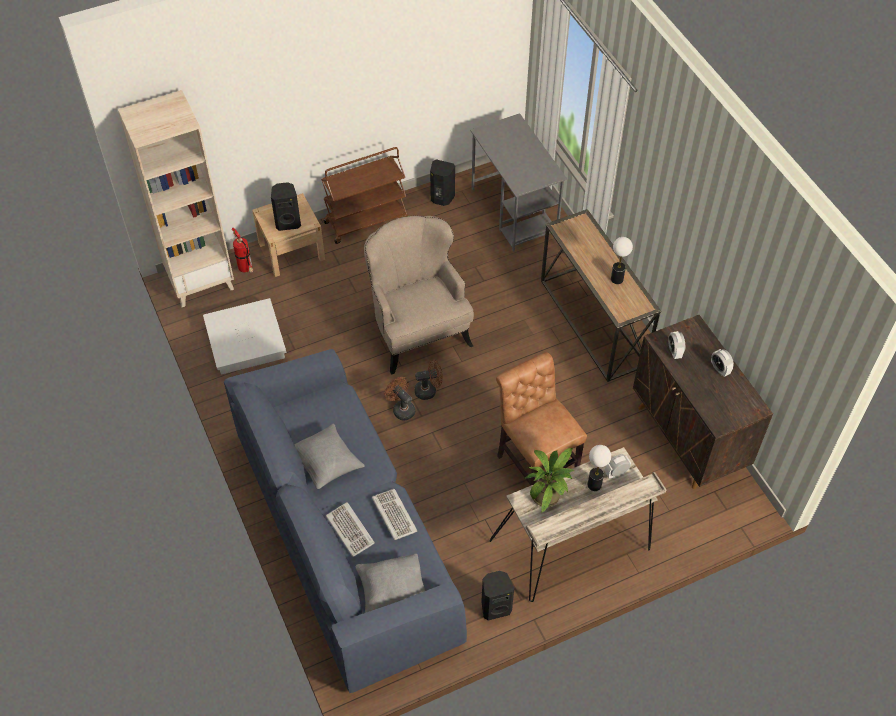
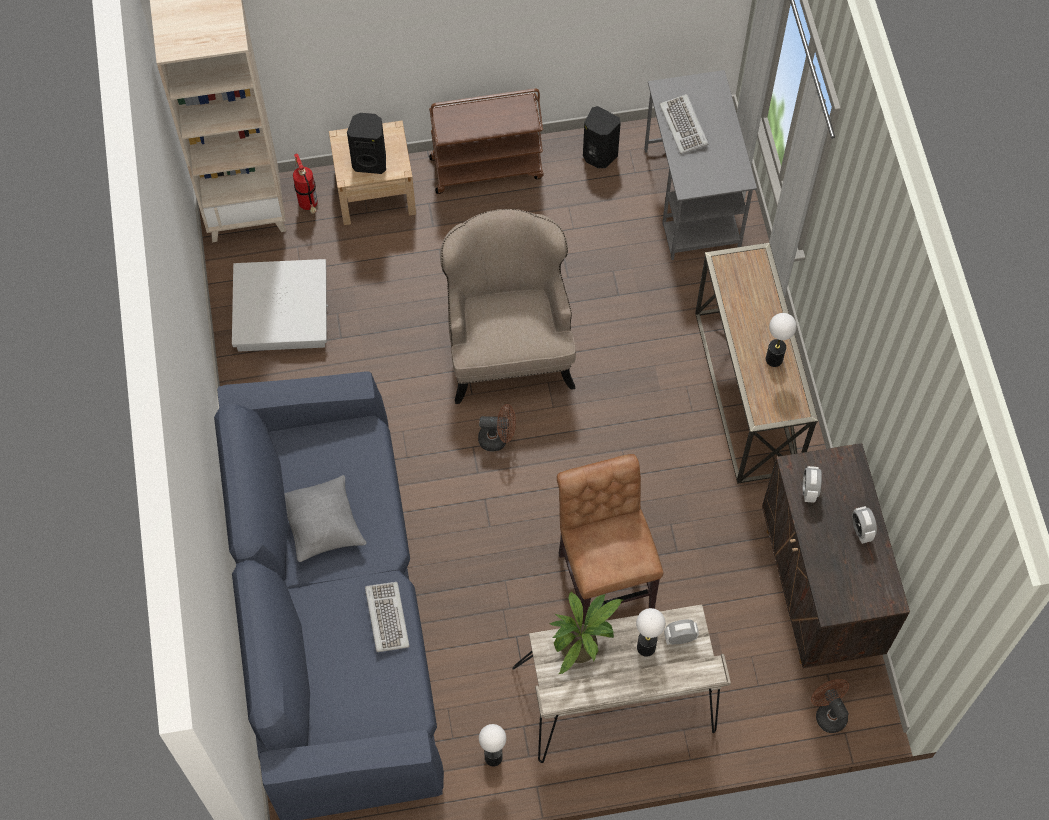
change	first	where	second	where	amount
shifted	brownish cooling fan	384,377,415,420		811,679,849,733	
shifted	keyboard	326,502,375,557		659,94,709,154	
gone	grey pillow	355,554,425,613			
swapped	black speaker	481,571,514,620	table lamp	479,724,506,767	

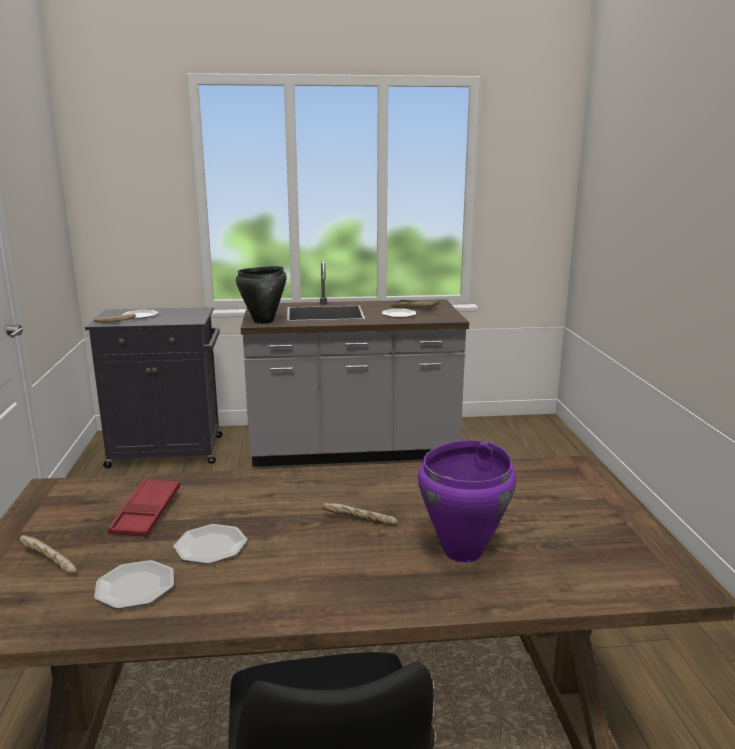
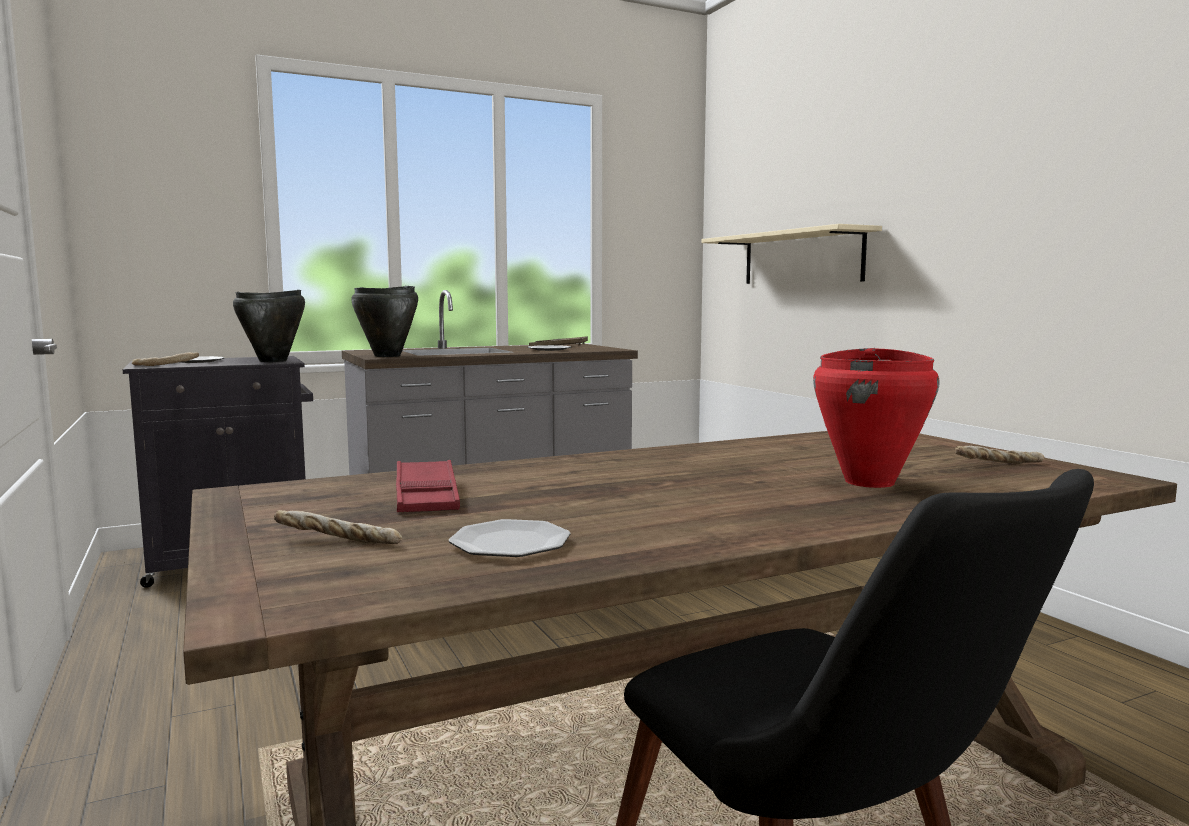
change	first	where	second	where	amount
repainted	purple-coloured stockpot	418,440,516,562	red stockpot	813,348,940,488	
shifted	bread	322,503,398,525		955,446,1045,464	
gone	plate	173,524,247,564			
new			beige-coloured shelf	701,224,882,284	
new			black stockpot	233,290,305,362	

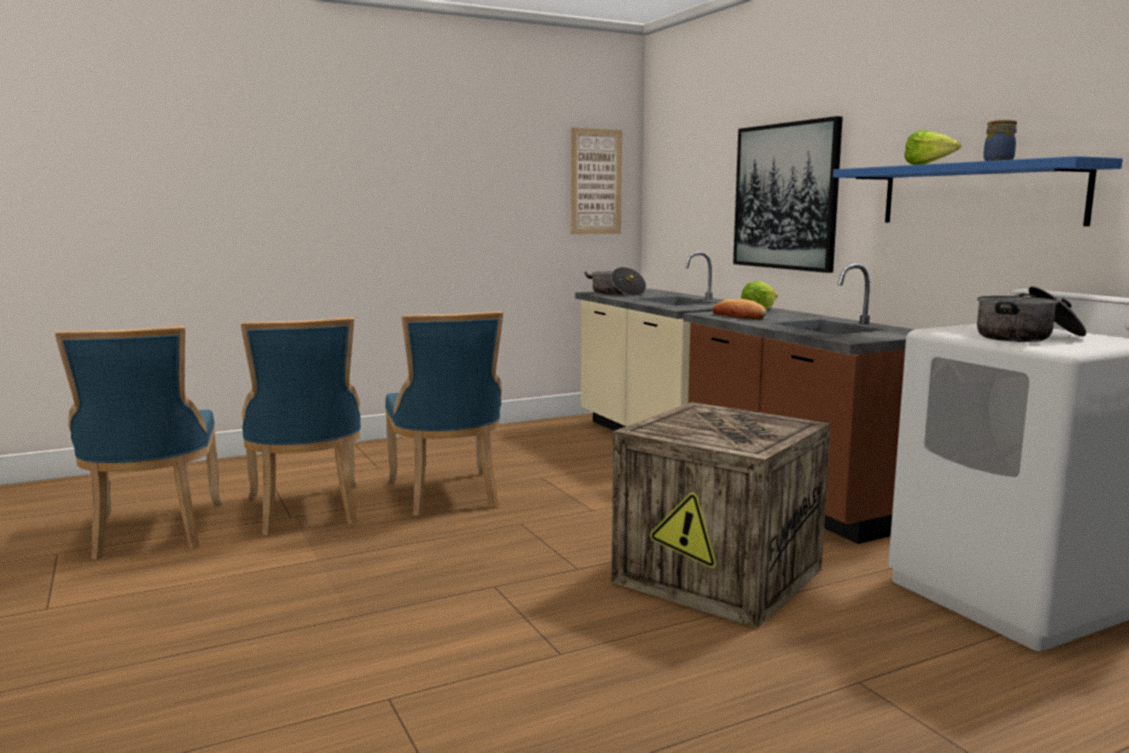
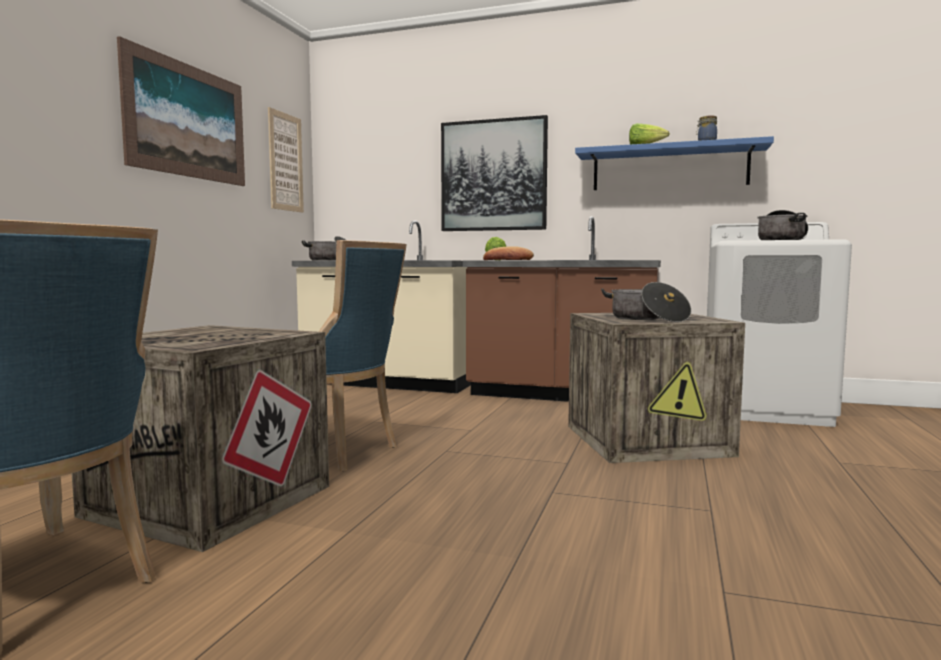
change	first	where	second	where	amount
swapped	blue-coloured plain chair	241,317,361,535	crate	71,325,329,552	
new			picture	117,36,245,186	
new			stockpot	601,282,691,322	

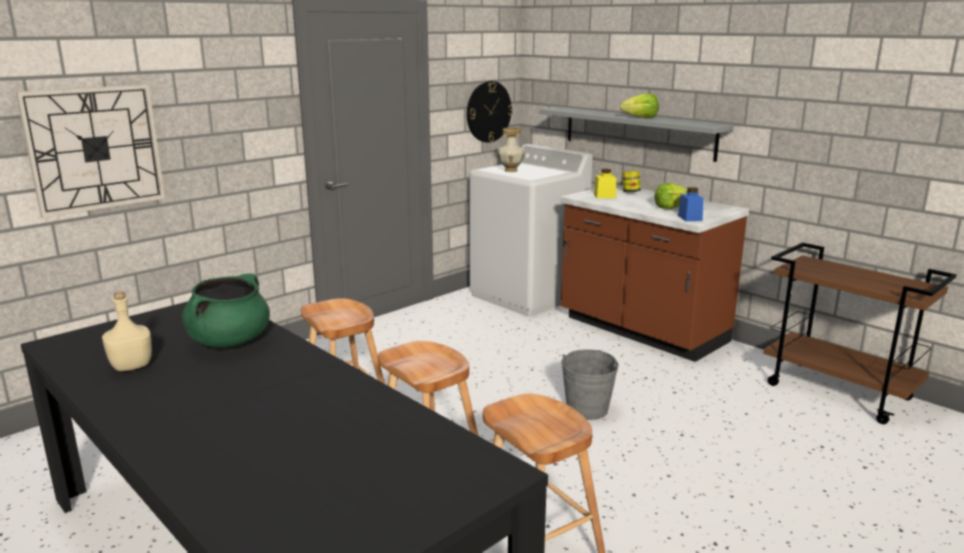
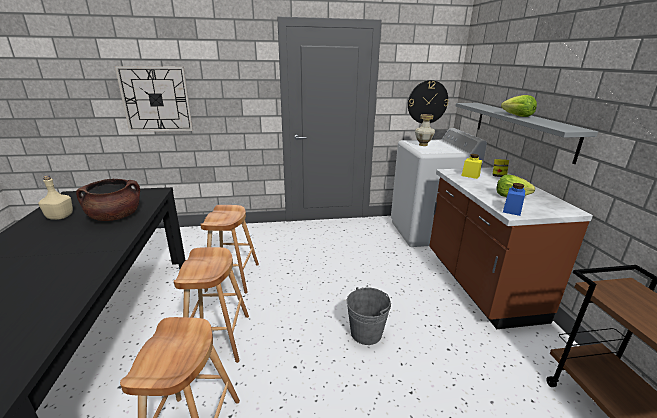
change	first	where	second	where	amount
repainted	green stockpot	182,273,270,348	brownish stockpot	76,179,140,221	

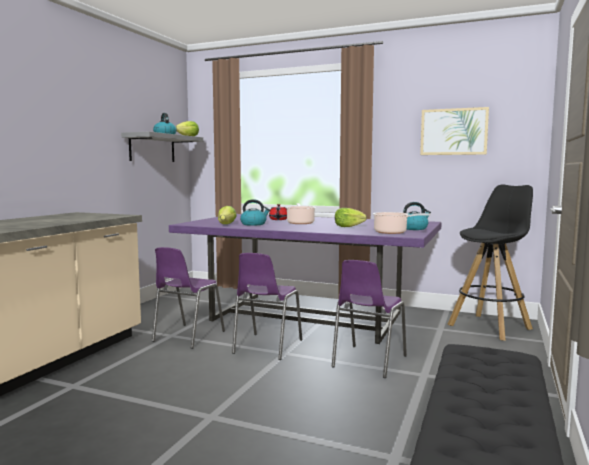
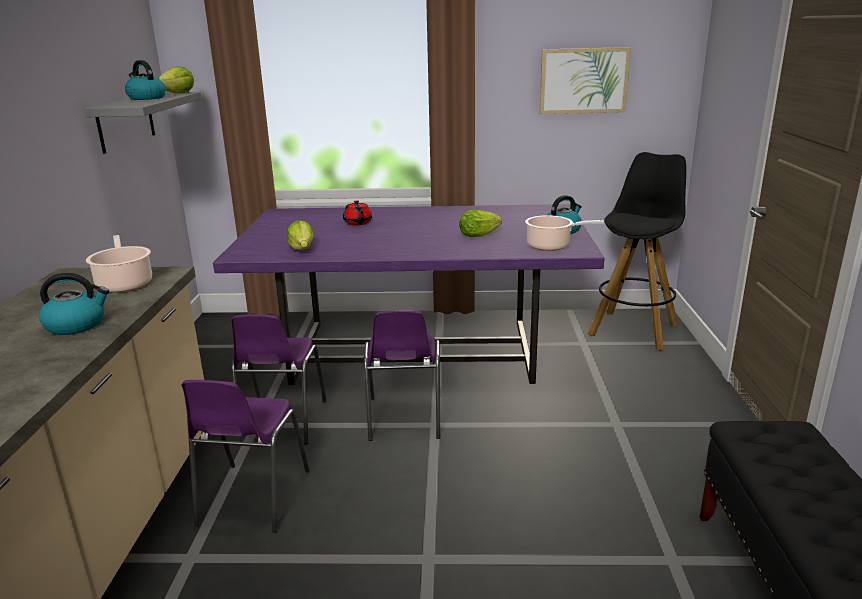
change	first	where	second	where	amount
shifted	tea kettle	240,199,270,226		39,273,109,335	
shifted	stockpot	286,203,316,224		86,235,152,293	
shifted	purple-coloured plain chair	332,260,407,378		181,380,310,533	

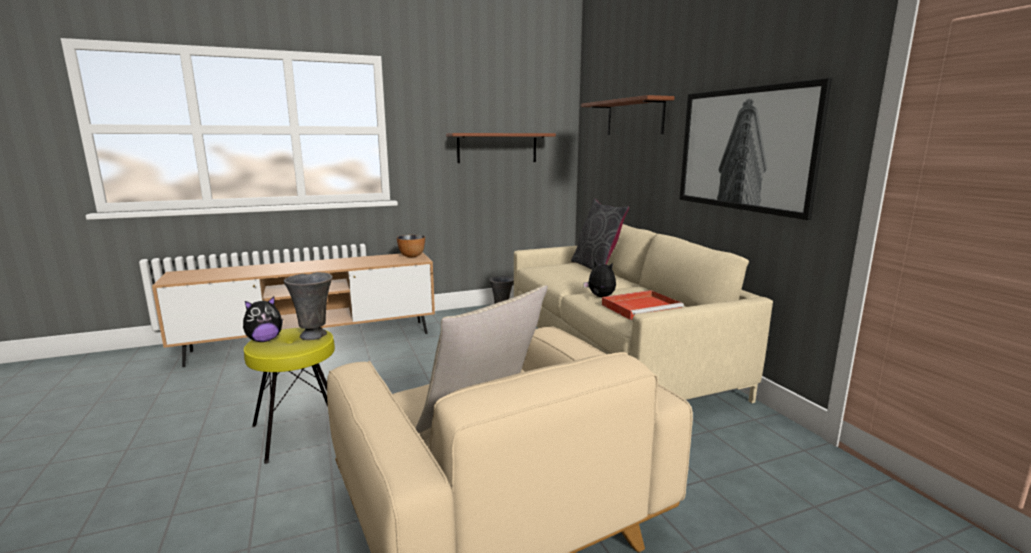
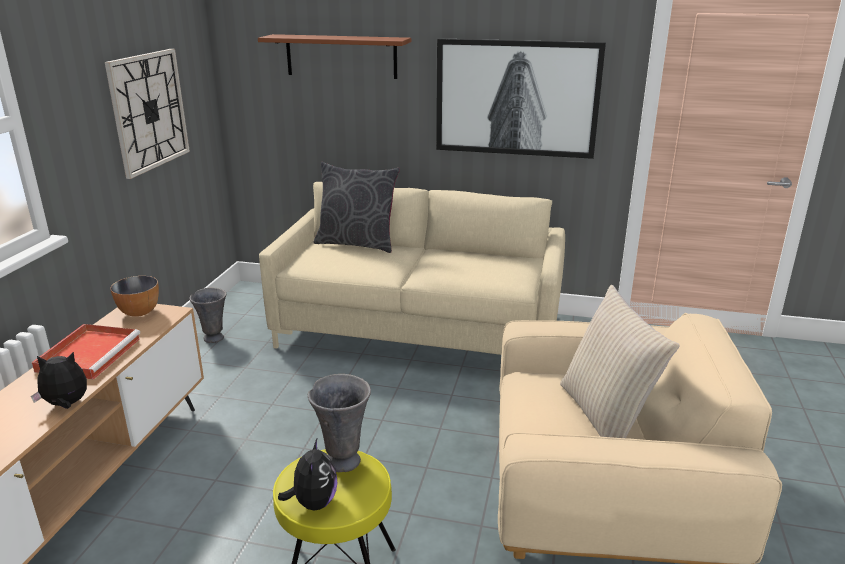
change	first	where	second	where	amount
swapped	brownish shelf	446,133,556,163	hanging clock	105,49,190,179	
shifted	cuddly toy	583,261,616,297		31,352,87,409	
shifted	red serving tray	602,290,684,320		32,324,140,380	

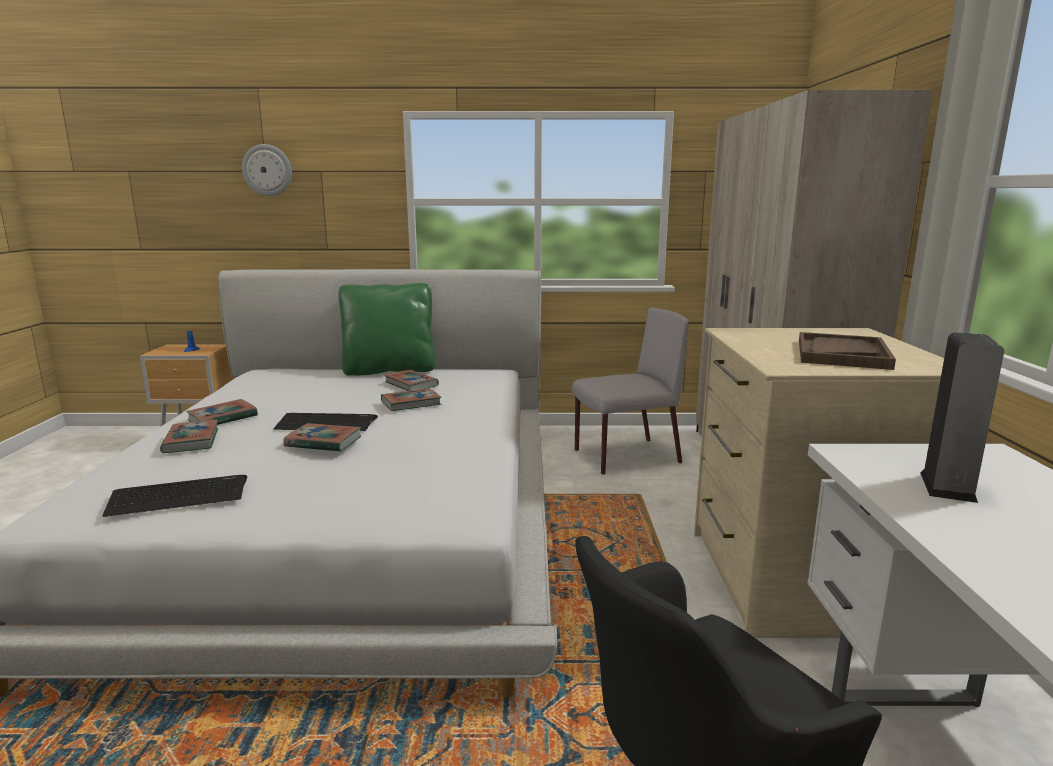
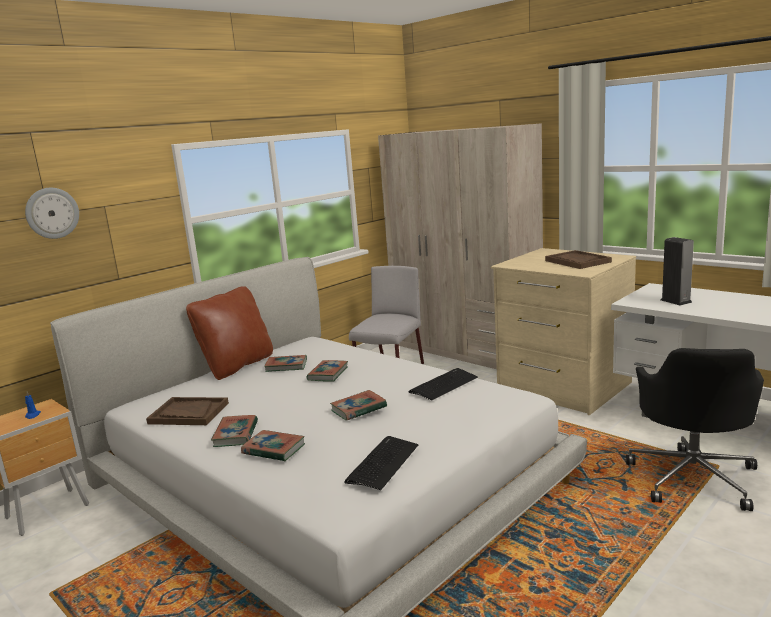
change	first	where	second	where	amount
repainted	green pillow	338,283,435,376	brownish pillow	186,286,273,380	
shifted	keyboard	274,413,378,431		408,368,478,401	
new			brownish serving tray	146,397,229,425	

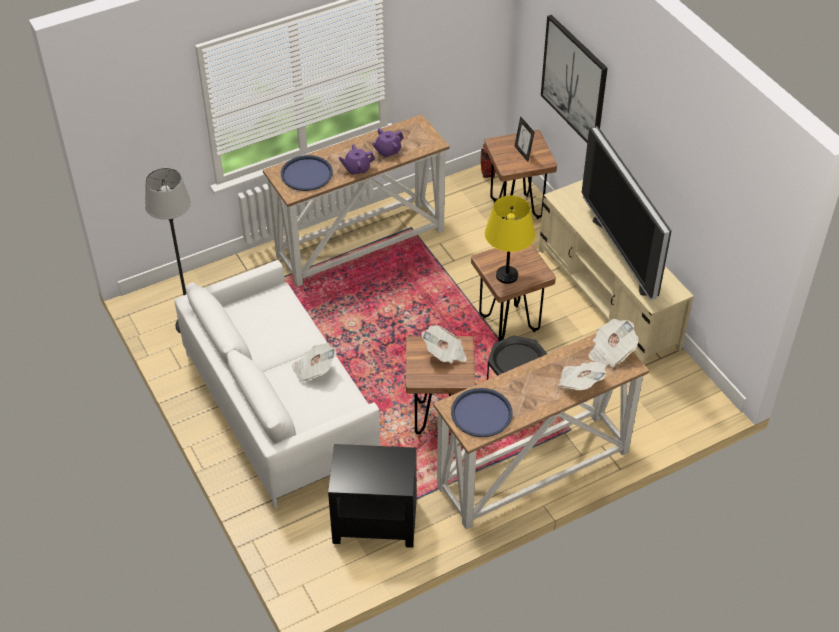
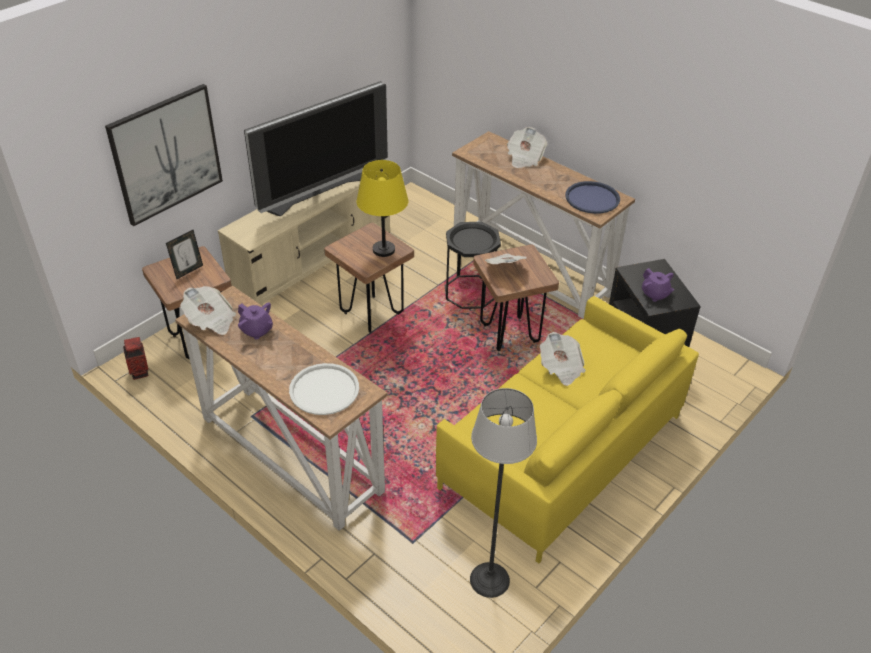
change	first	where	second	where	amount
shifted	purple-coloured pot for tea	338,144,375,175		642,268,674,302	
repainted	blue-coloured serving tray	281,155,333,191	white serving tray	289,363,359,415	
repainted	white sofa	174,260,380,509	yellow-coloured sofa	436,296,699,564	
shifted	newspaper	589,319,638,367		180,286,236,335	

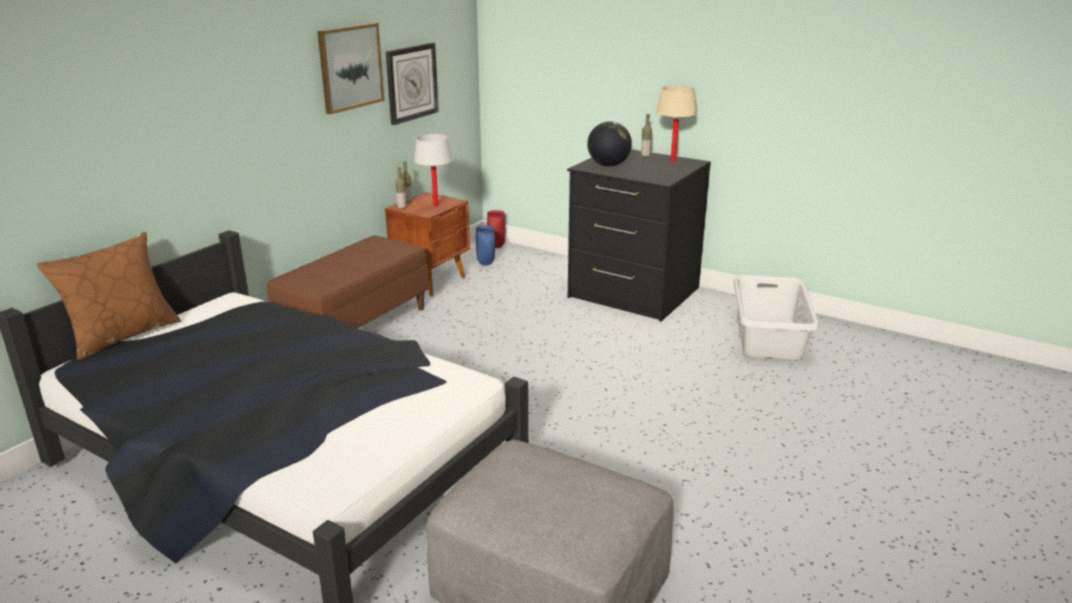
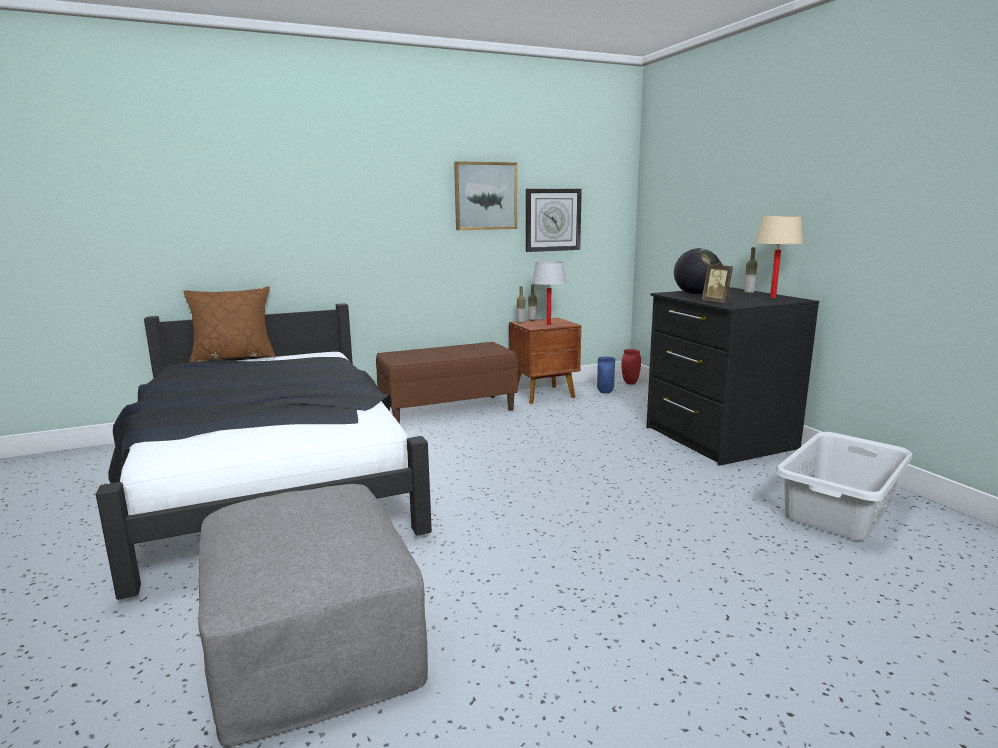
change	first	where	second	where	amount
new			standing frame	702,261,733,303	

